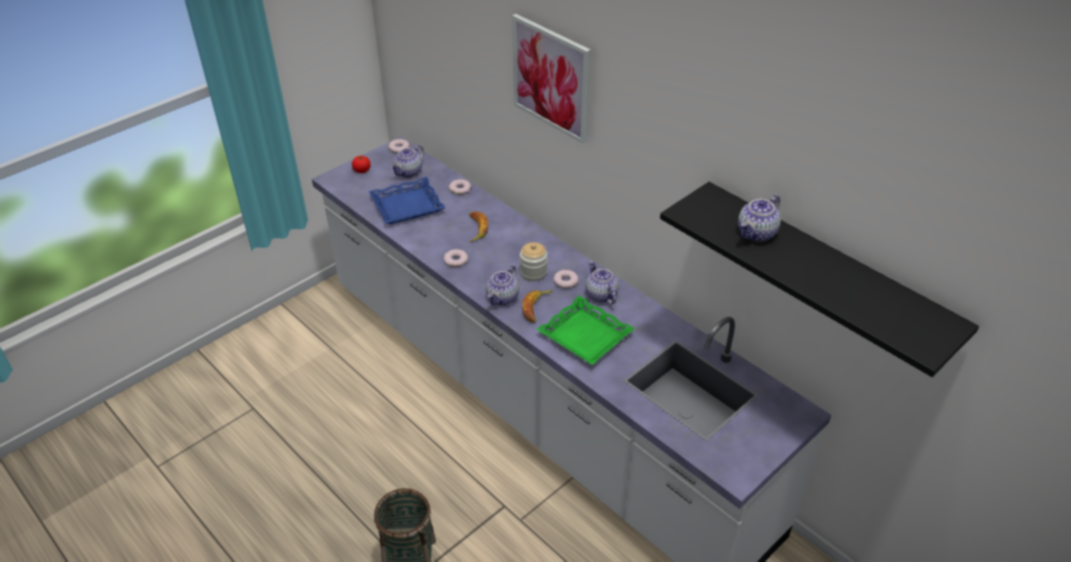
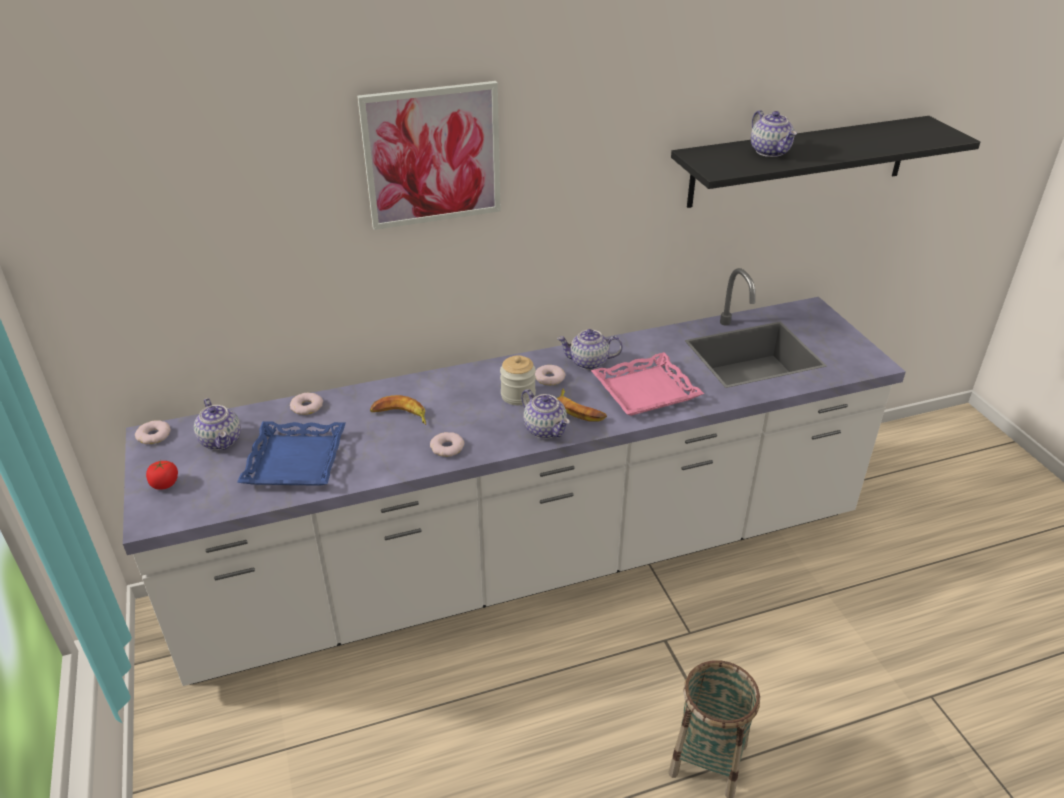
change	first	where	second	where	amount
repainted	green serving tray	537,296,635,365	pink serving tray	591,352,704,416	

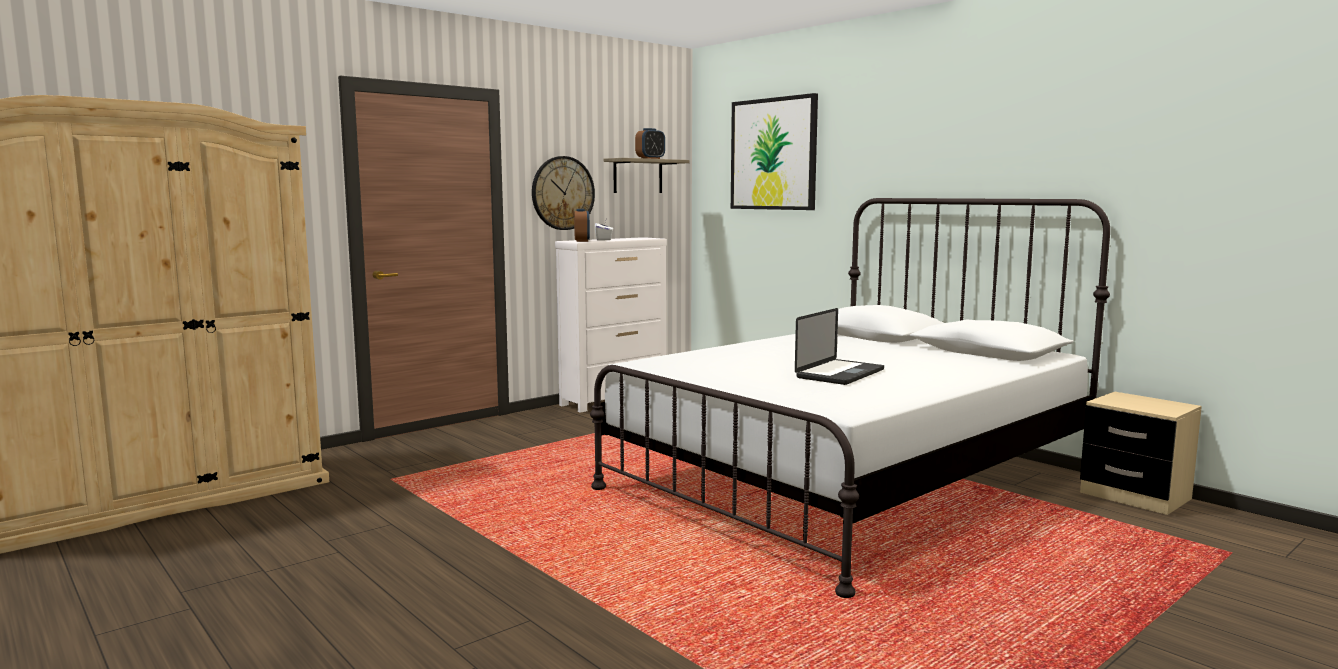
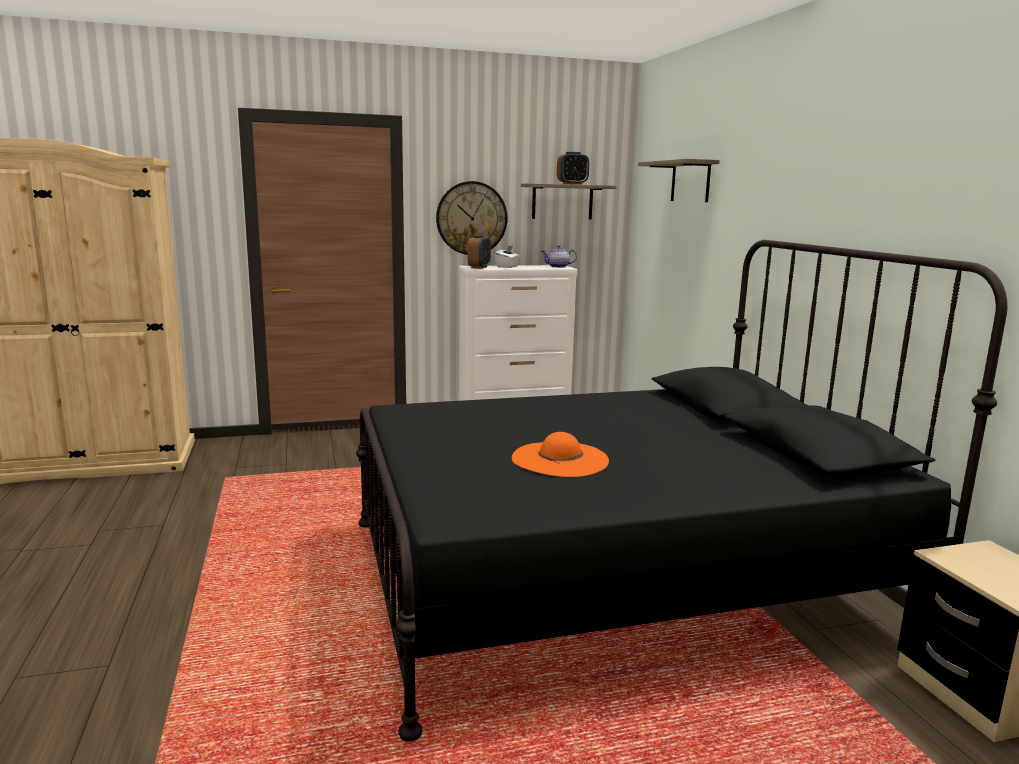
change	first	where	second	where	amount
swapped	picture	731,93,818,210	shelf	638,159,720,202	
repainted	white bedroom bed	590,198,1110,598	black bedroom bed	356,240,1008,742	
swapped	laptop	795,308,884,385	orange-coloured hat	512,432,609,477	
new			pot for tea	542,245,577,268	

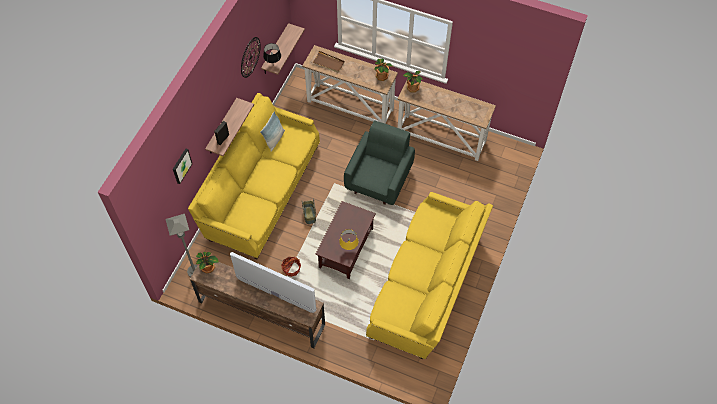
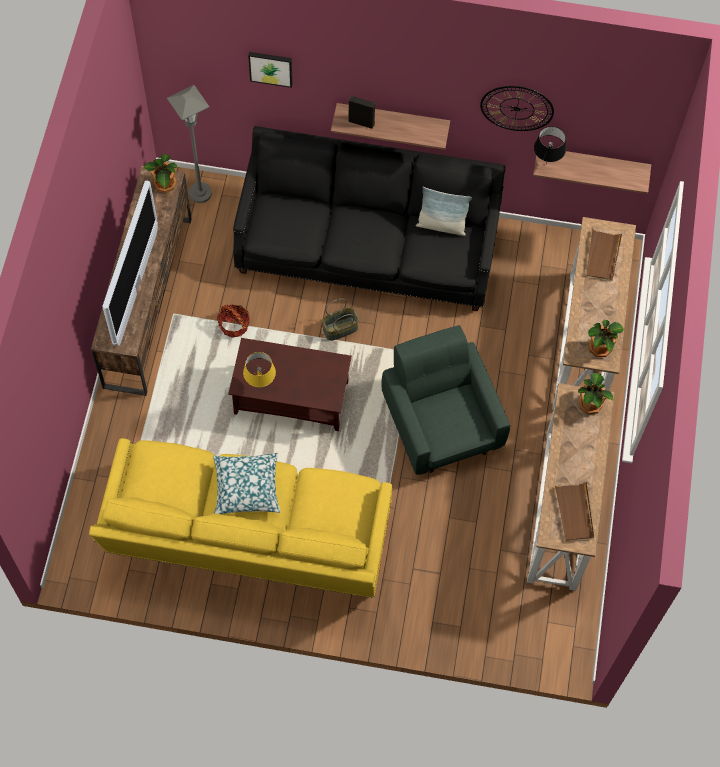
change	first	where	second	where	amount
repainted	yellow-coloured sofa	188,93,320,260	black sofa	233,126,506,311	
rotated	green easy chair	344,120,415,205		382,325,510,475	120 degrees counterclockwise
new			pillow	213,453,280,514	
new			brownish serving tray	555,482,594,541	

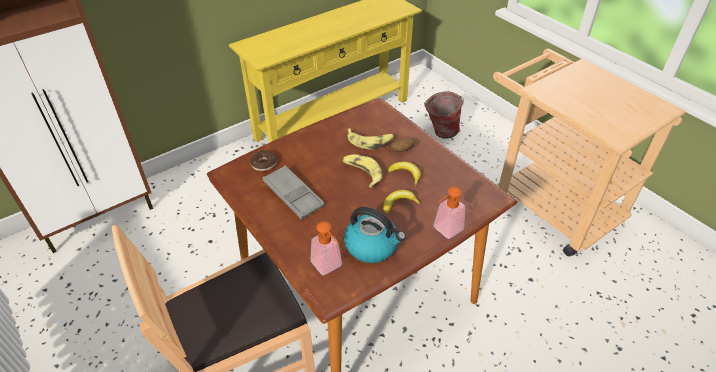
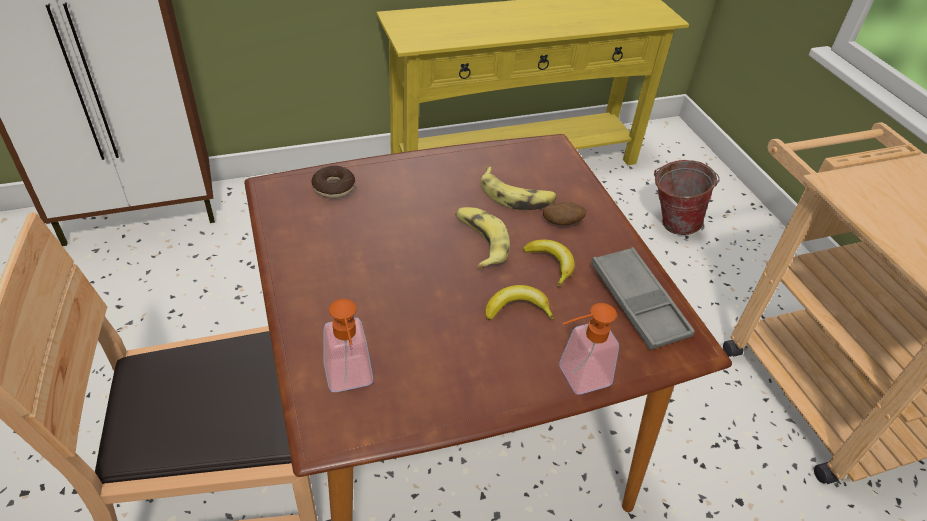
change	first	where	second	where	amount
shifted	grey serving tray	263,165,325,220		591,247,695,350	
gone	tea kettle	344,207,406,263			

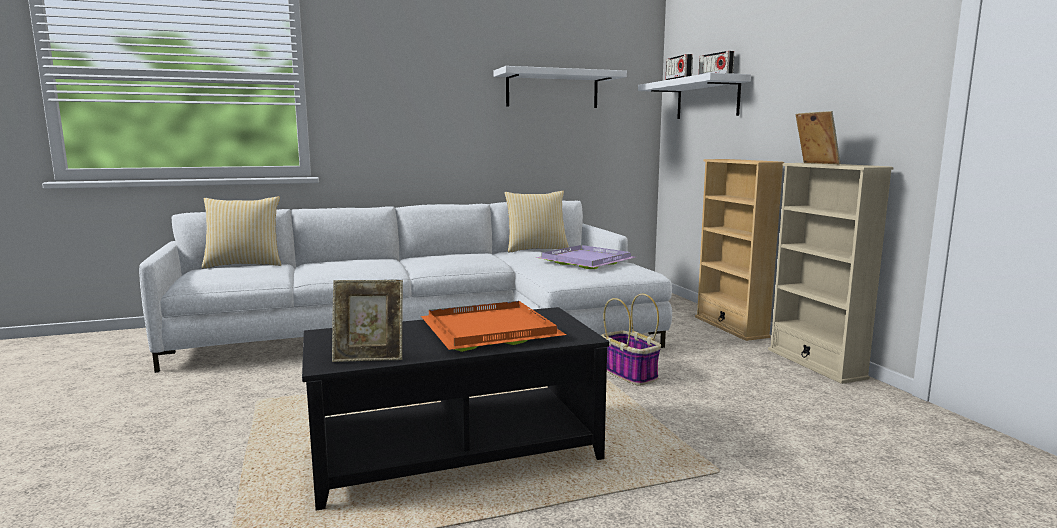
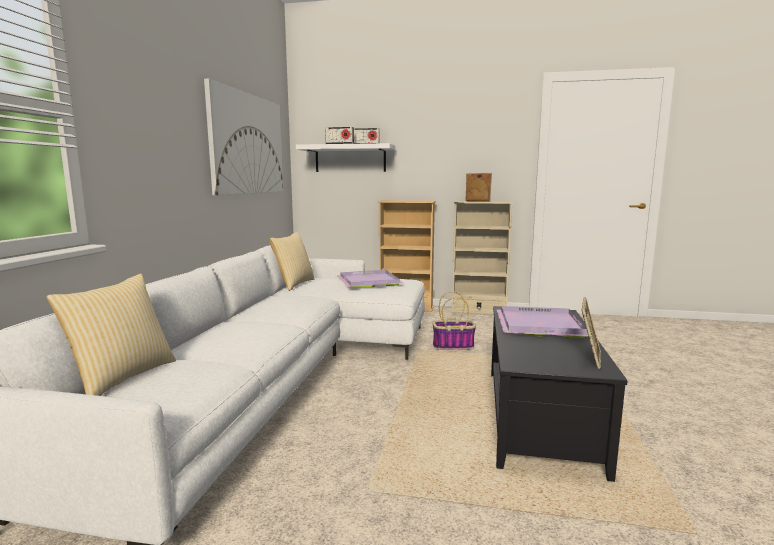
change	first	where	second	where	amount
swapped	white shelf	494,66,627,108	picture	204,79,283,195	
repainted	orange-coloured serving tray	421,301,566,352	purple-coloured serving tray	497,306,588,338	

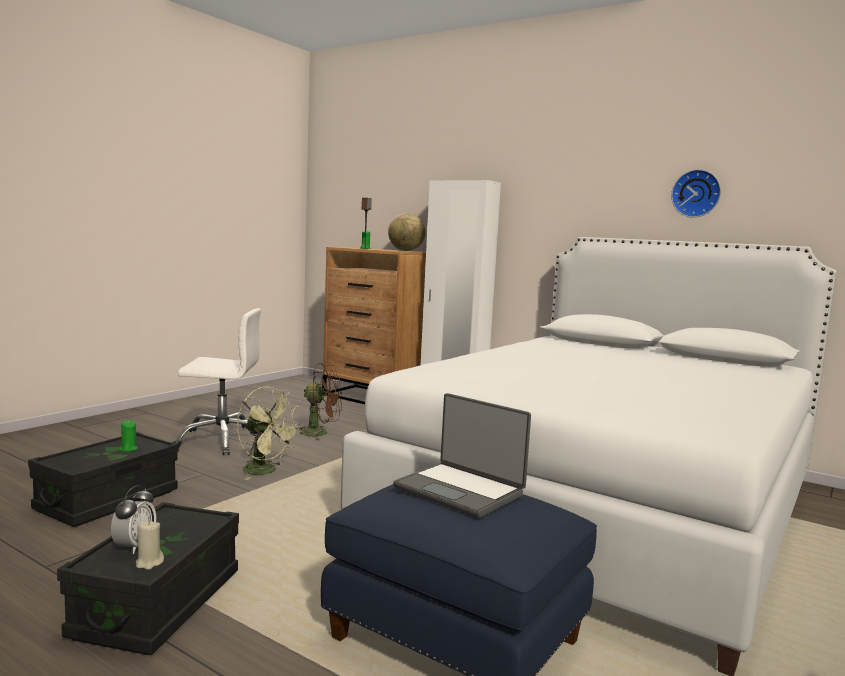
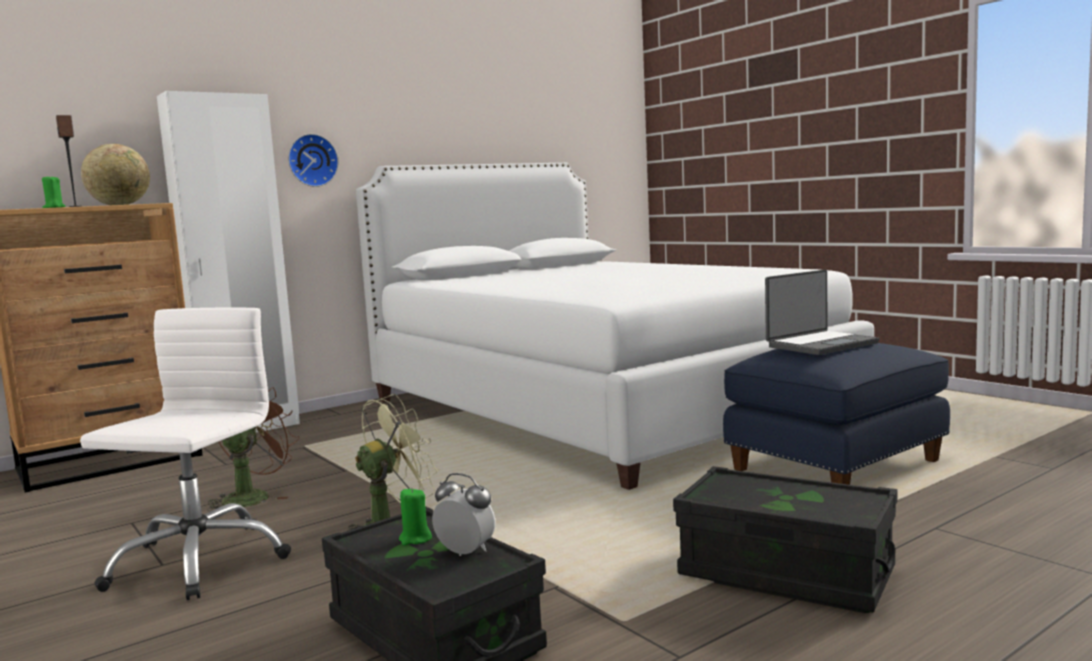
change	first	where	second	where	amount
shifted	hanging clock	671,169,721,218		288,134,339,187	
shifted	bedside clock	111,486,156,554		432,473,495,556	
gone	beige-coloured candle	136,521,164,570			

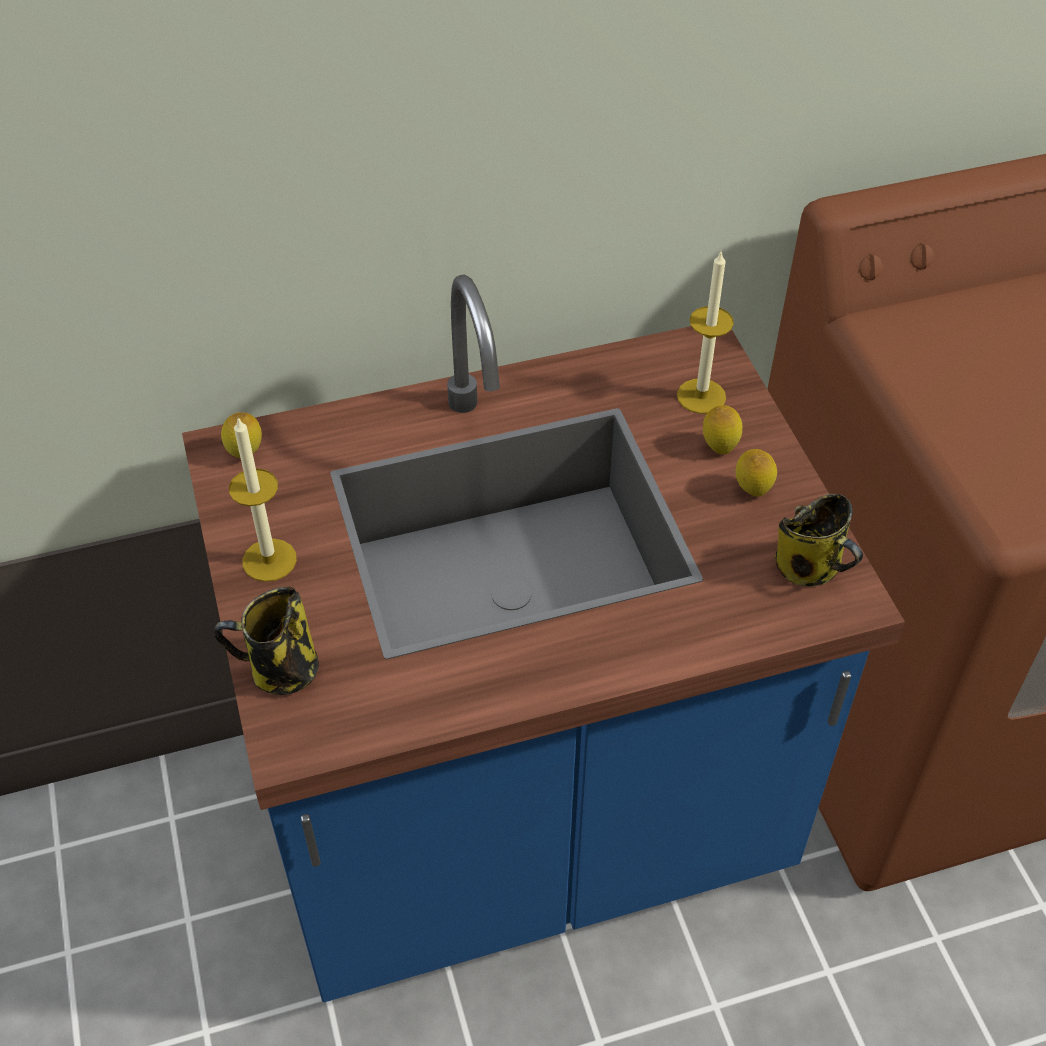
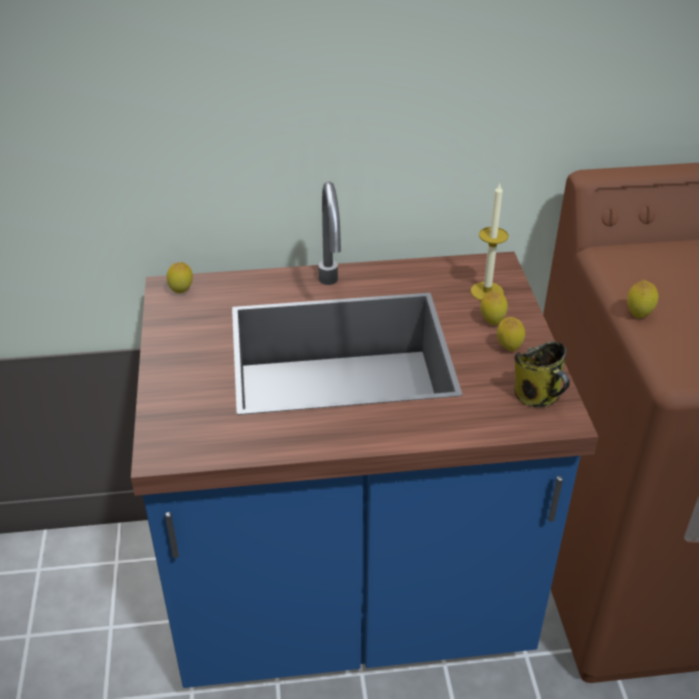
change	first	where	second	where	amount
gone	candle	229,418,297,582			
gone	mug	214,586,319,695			
new			whole lemon	627,280,658,318	

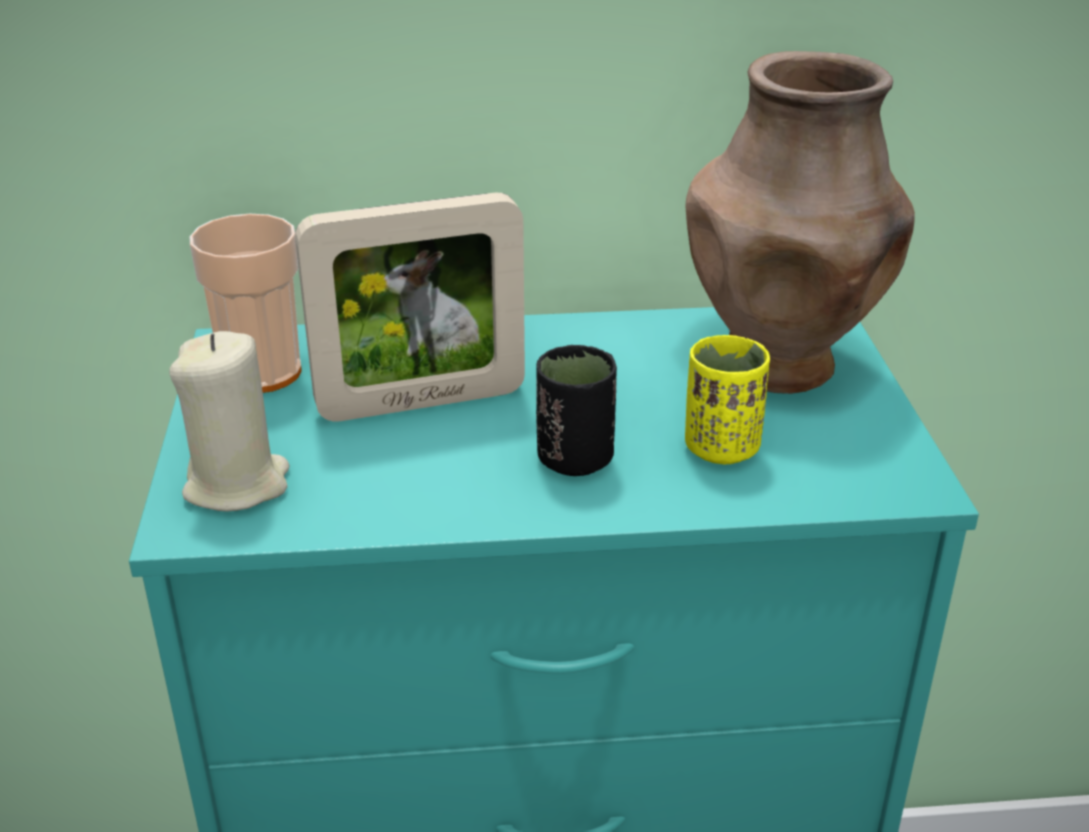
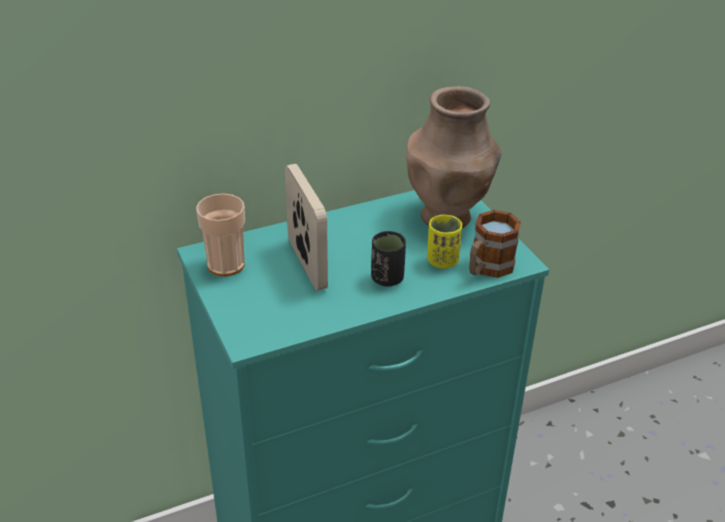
change	first	where	second	where	amount
rotated	standing frame	295,193,525,422		285,164,328,291	75 degrees counterclockwise
gone	beige-coloured candle	169,331,290,512			
new			mug	469,210,521,278	

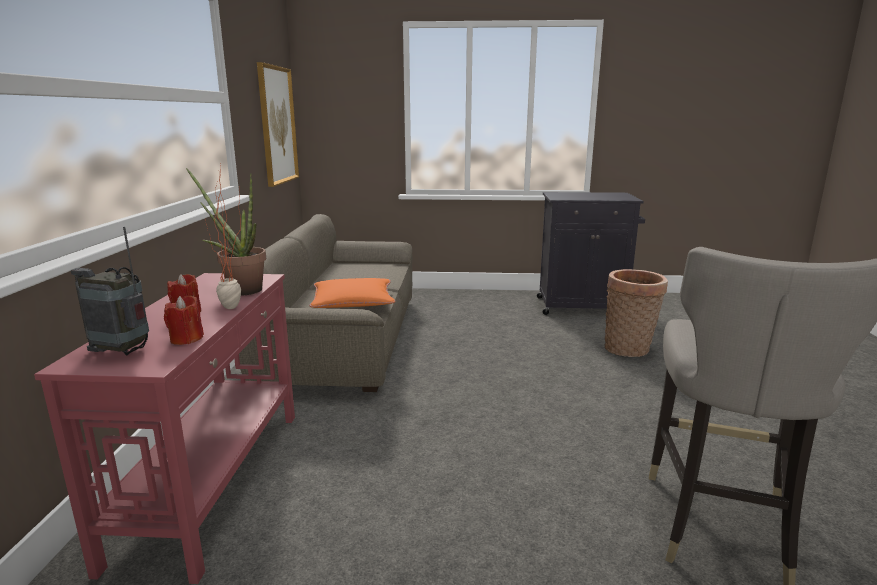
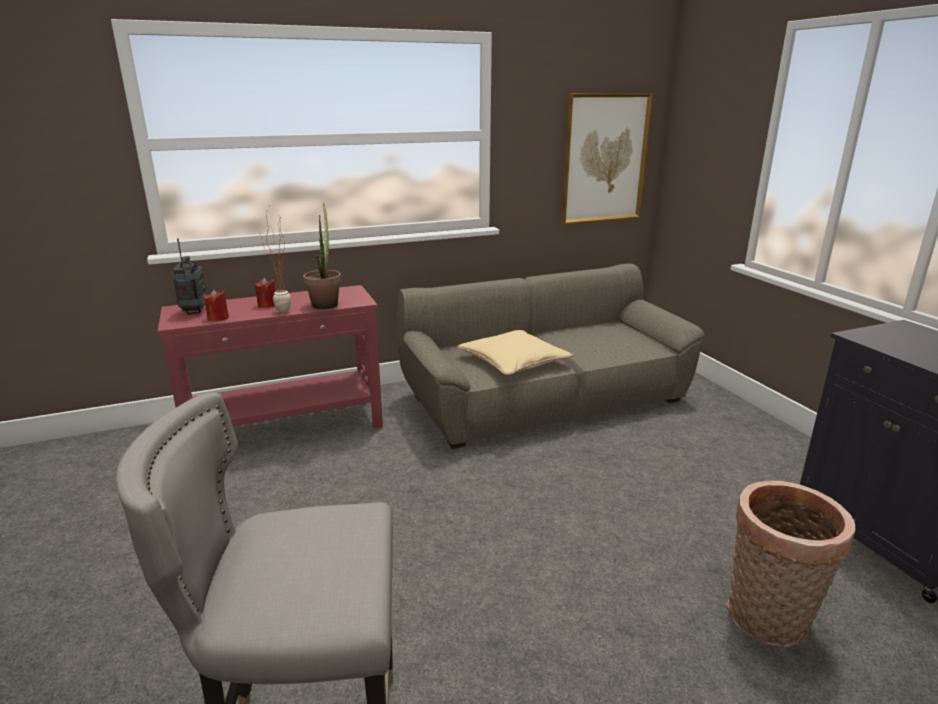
change	first	where	second	where	amount
repainted	orange-coloured pillow	309,278,396,308	beige-coloured pillow	457,330,573,375	

